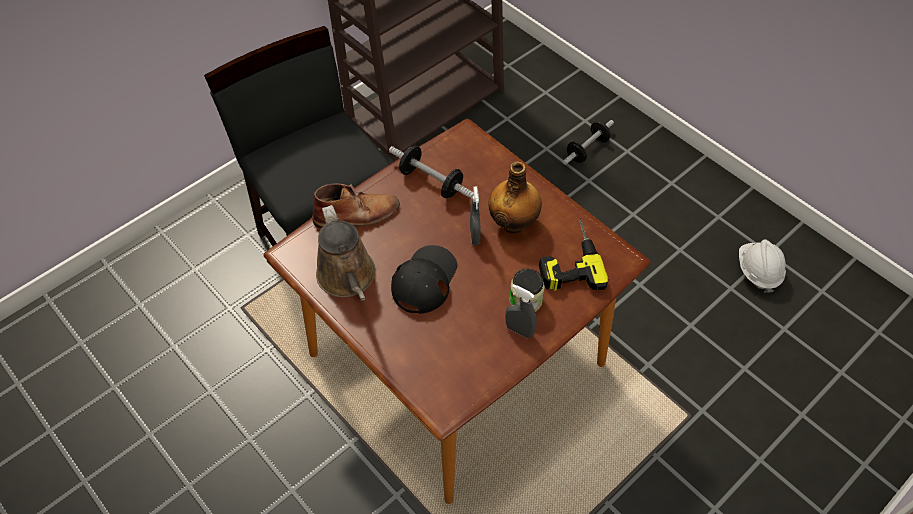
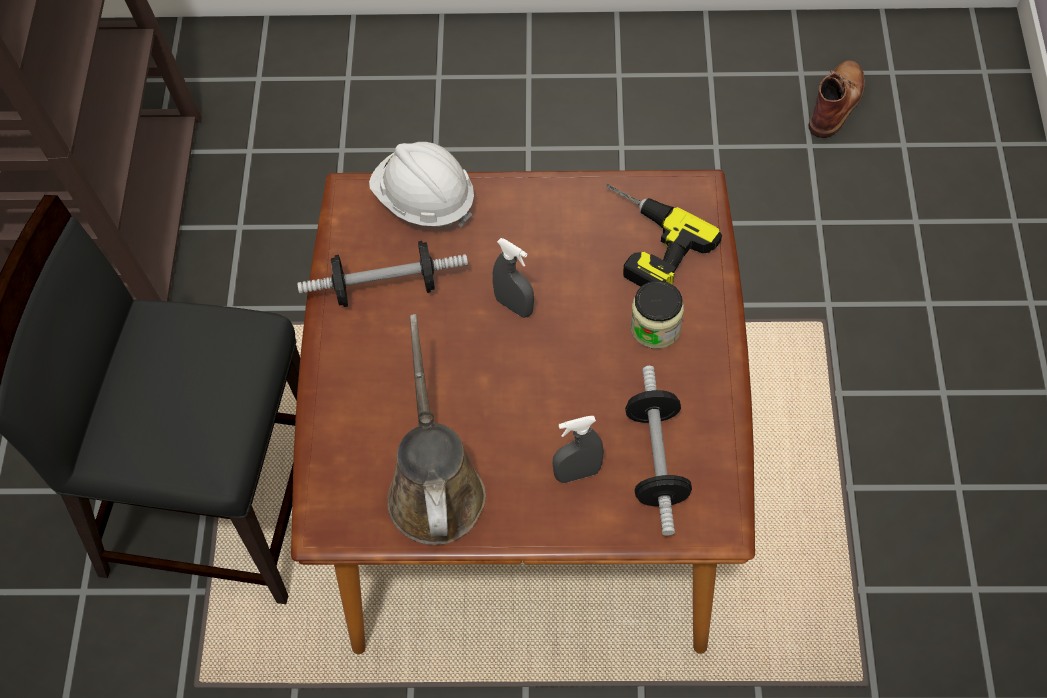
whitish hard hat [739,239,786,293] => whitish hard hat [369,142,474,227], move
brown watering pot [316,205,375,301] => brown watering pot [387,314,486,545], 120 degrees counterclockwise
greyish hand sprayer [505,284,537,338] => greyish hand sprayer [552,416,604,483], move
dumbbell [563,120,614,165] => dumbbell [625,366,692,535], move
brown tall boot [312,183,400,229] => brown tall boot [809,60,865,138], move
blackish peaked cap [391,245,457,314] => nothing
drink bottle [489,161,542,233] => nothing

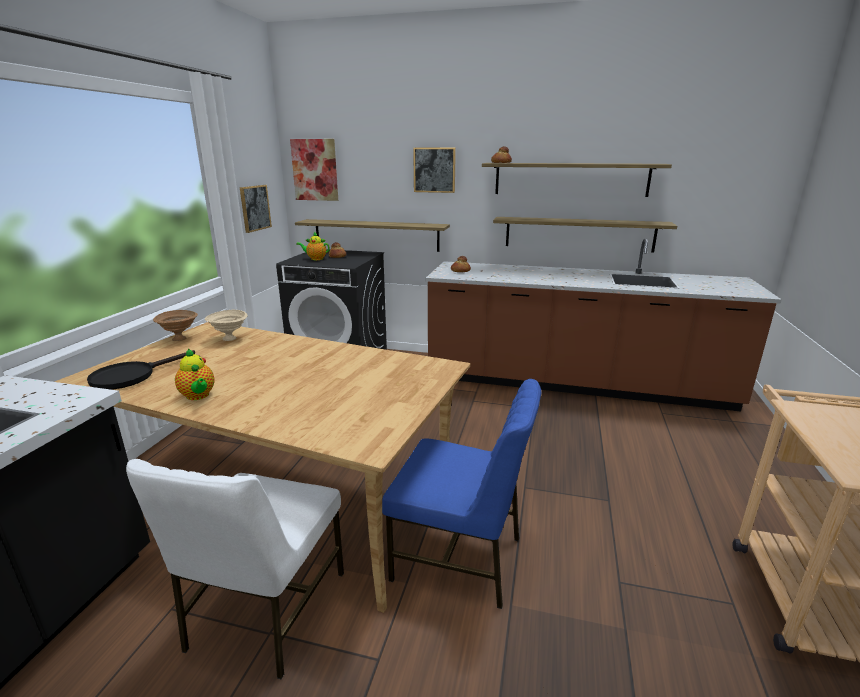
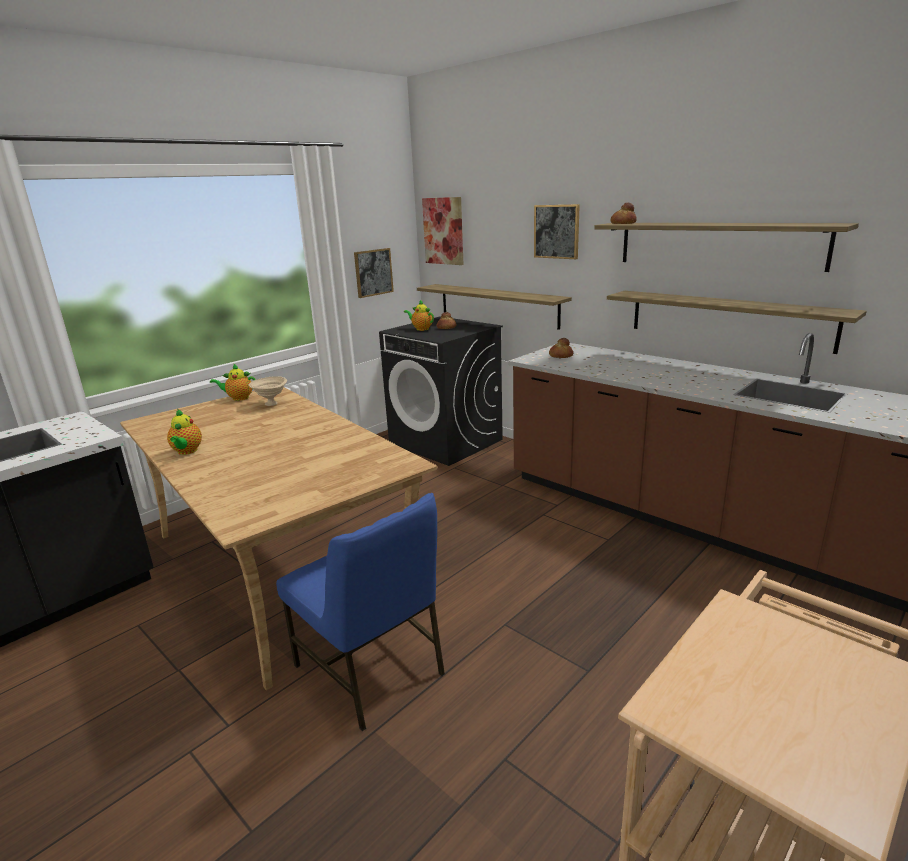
brown bowl [153,310,198,341] => pot for tea [210,363,256,401]
blackish skillet [87,350,195,390] => nothing
whitish chair [126,459,344,679] => nothing

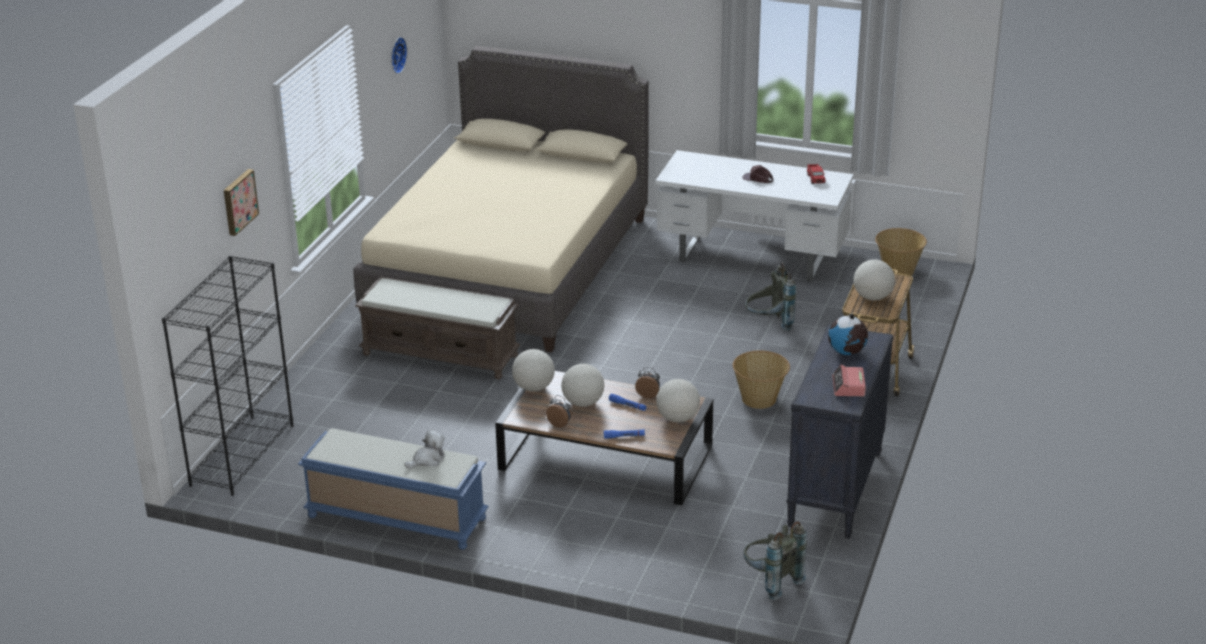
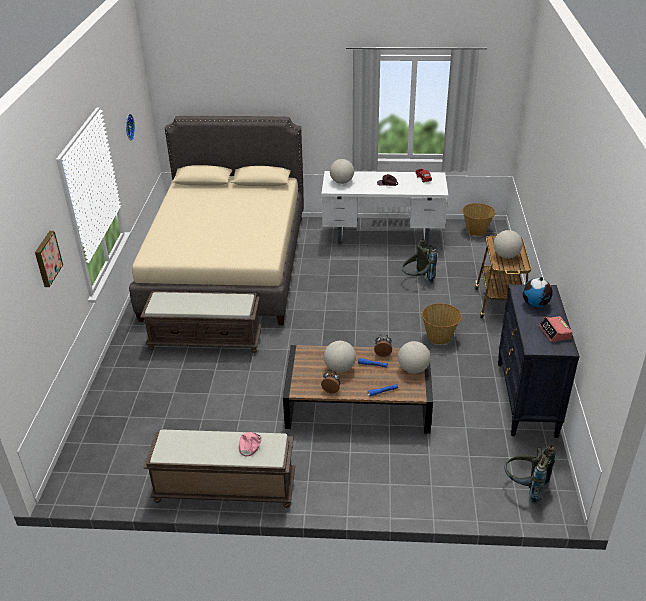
bluish bench [298,428,489,550] => brown bench [144,430,295,508]
plush toy [404,430,445,468] => pink peaked cap [239,432,262,457]
globe [512,349,555,392] => globe [330,159,354,184], move
blackish shelving unit [162,256,294,496] => nothing

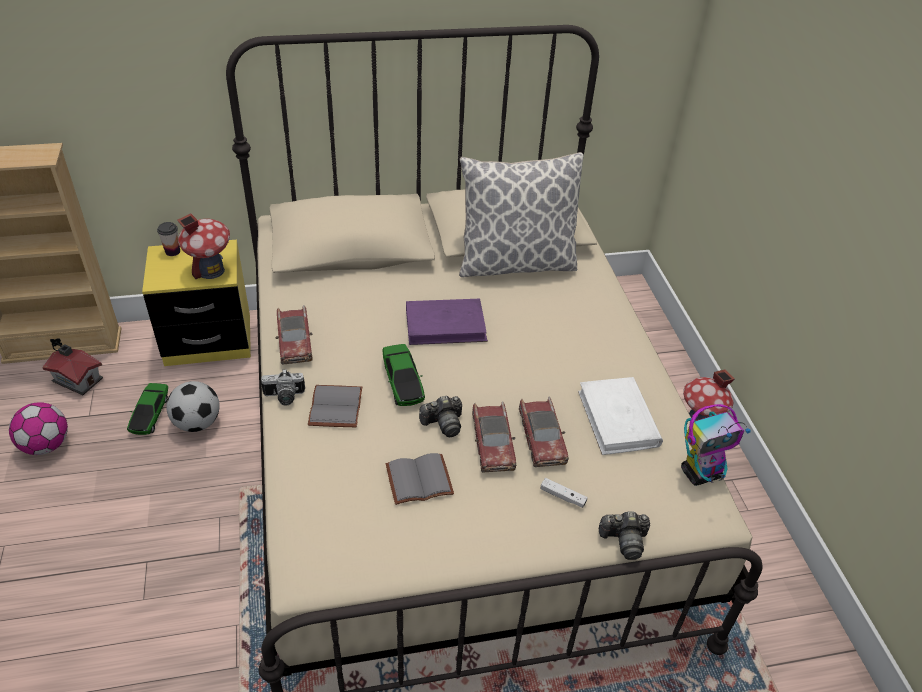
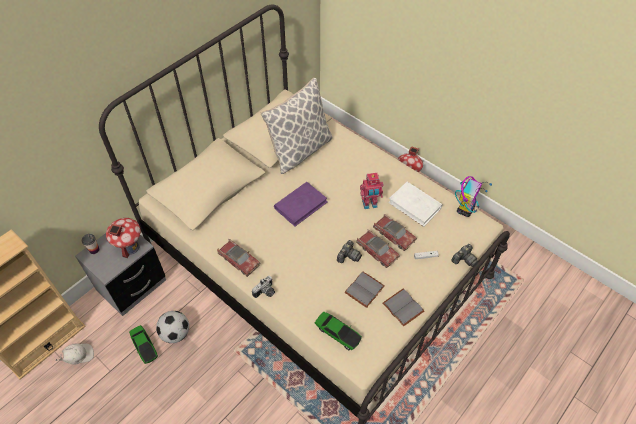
toy house [42,344,103,395] => whitish peaked cap [55,343,94,365]
yellow-coloured nightstand [142,240,251,366] => greyish nightstand [75,233,166,316]
toy car [382,344,425,406] => toy car [315,311,362,350], move
nothing => robot figure [360,173,383,209]
greyish bound book [308,385,362,427] => greyish bound book [382,289,424,327], move
football ball [9,402,68,455] => nothing

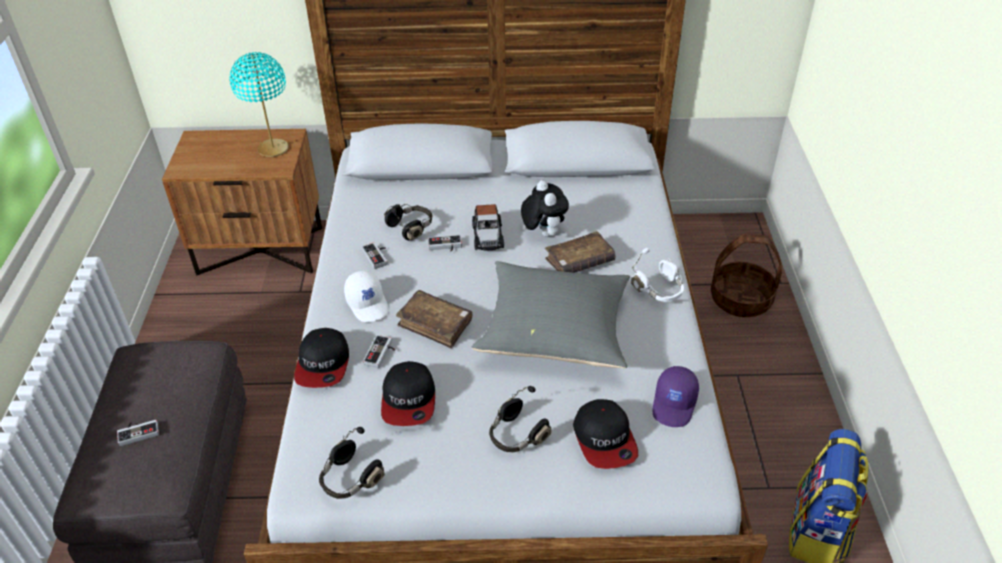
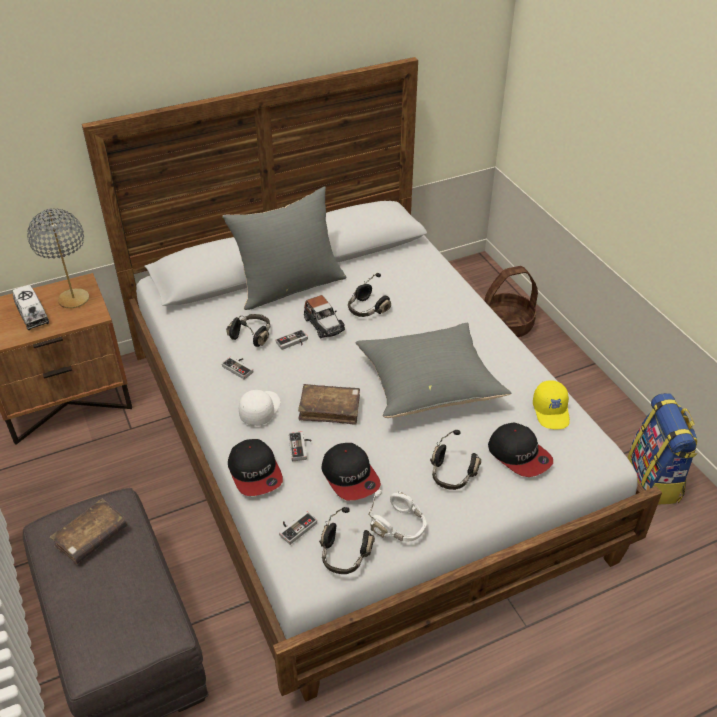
nothing => toy lorry [13,285,49,330]
blue-green tabletop lamp [230,52,289,157] => greyish tabletop lamp [27,208,89,308]
brown bound book [545,231,615,273] => brown bound book [50,499,127,564], move
nothing => greyish pillow [222,186,346,310]
whitish peaked cap [344,271,389,322] => whitish peaked cap [239,390,281,426], 105 degrees counterclockwise
game controller [117,420,159,446] => game controller [279,511,317,545], move
plush toy [521,180,569,237] => blackish pair of headphones [348,273,391,317]
whitish pair of headphones [631,248,684,302] => whitish pair of headphones [368,490,427,542], move
purple-coloured peaked cap [653,366,699,427] => yellow-coloured peaked cap [533,380,570,430]

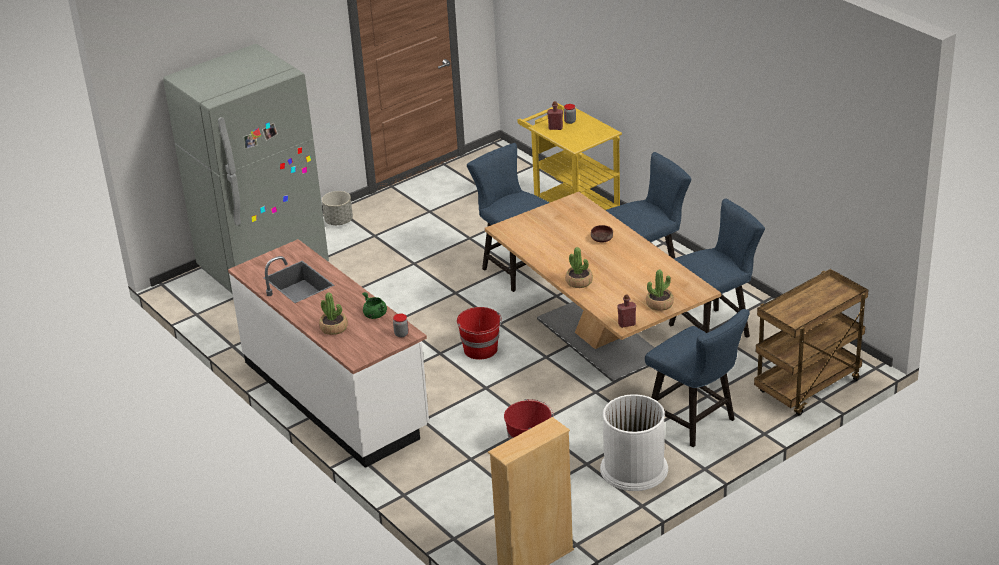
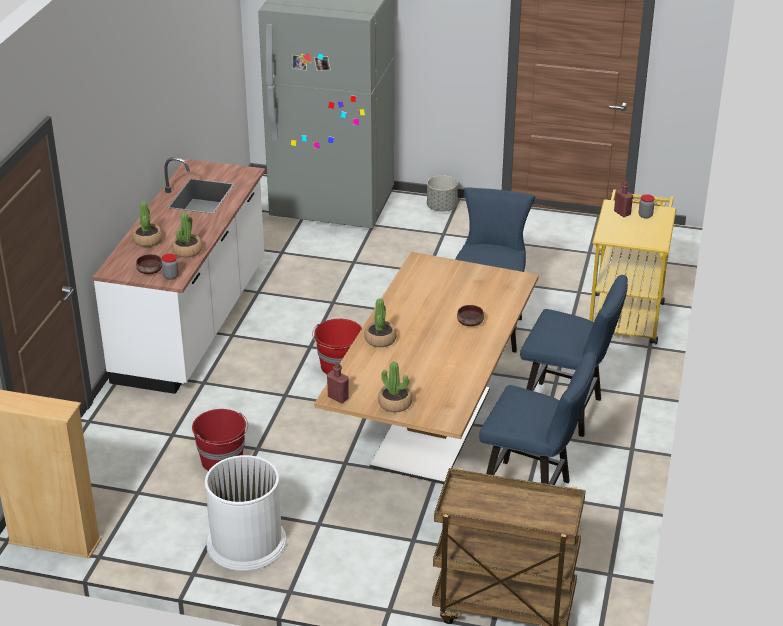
nothing => brown bowl [136,254,162,274]
greenish saucepot [362,292,387,319] => potted plant [172,212,202,258]
bluish chair [645,309,750,447] => nothing

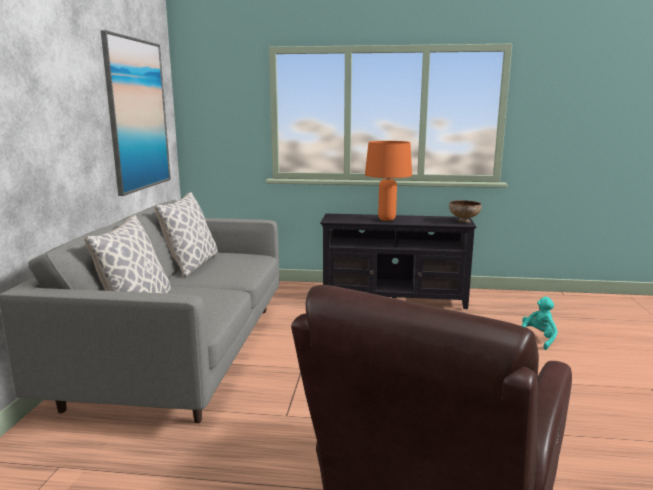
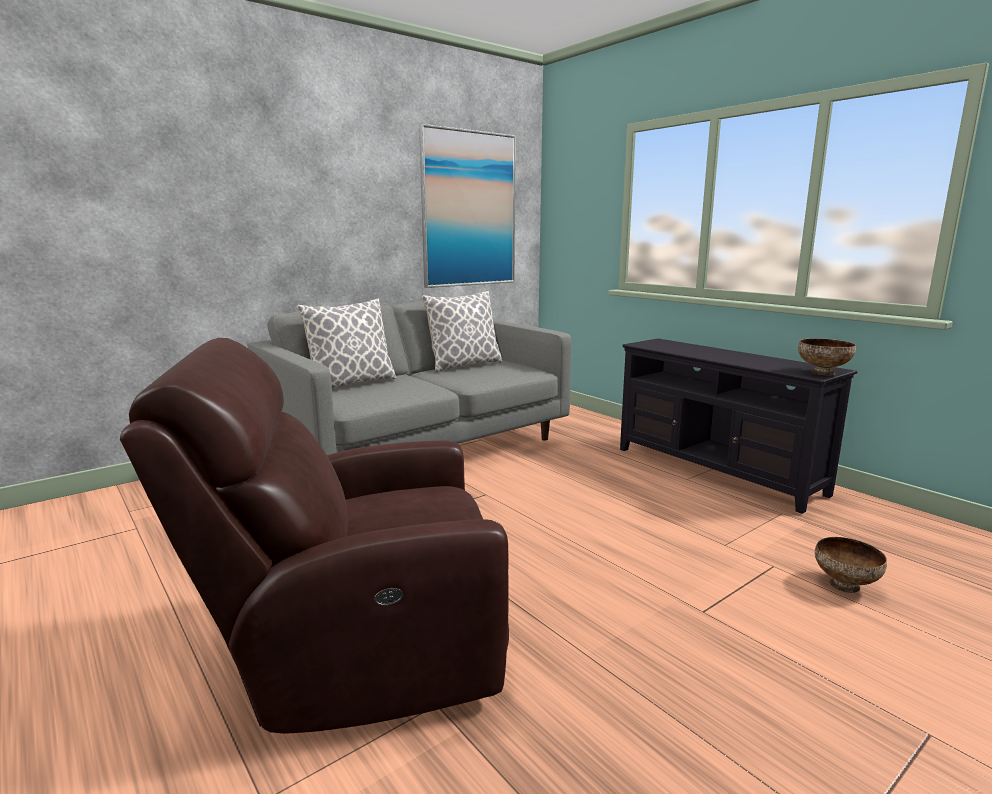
blue-green plush toy [522,297,558,350] => bowl [815,537,887,593]
orangey tabletop lamp [365,141,412,221] => nothing

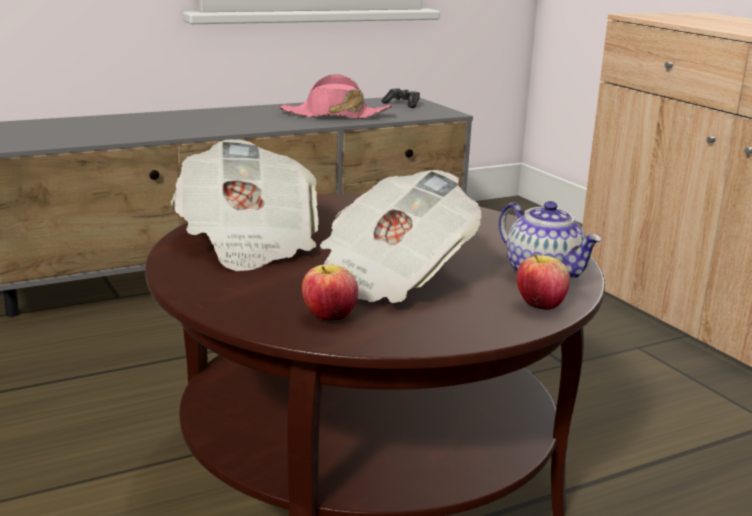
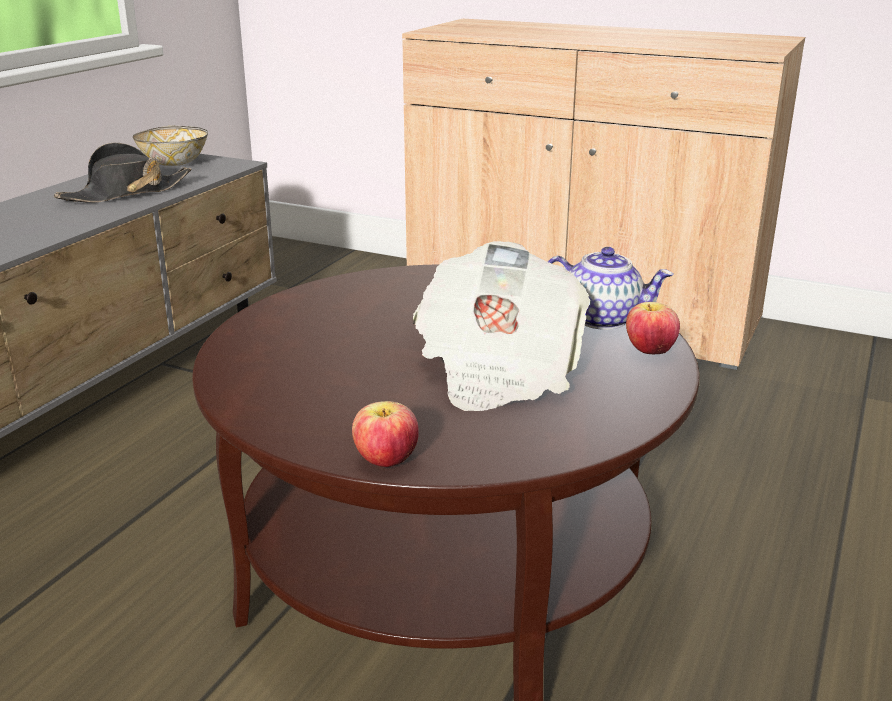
pink clothing hat [279,74,392,119] => blackish clothing hat [54,143,191,203]
game controller [382,88,420,108] => bowl [133,126,208,166]
apple fruit [302,264,358,321] => apple fruit [352,401,419,467], move
newspaper [171,139,319,271] => nothing

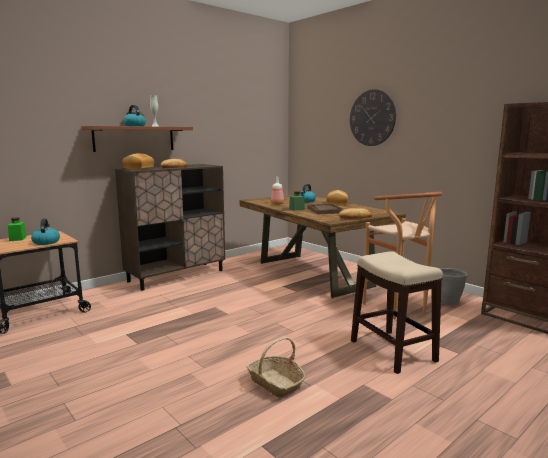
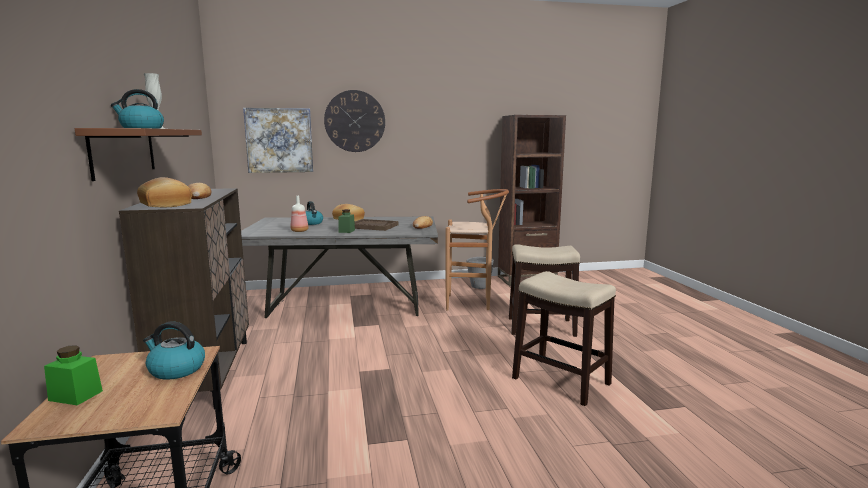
brown dinner table [239,195,406,298] => greyish dinner table [241,216,438,319]
nothing => wall art [243,108,313,173]
storage basket [246,337,305,398] => stool [512,271,616,406]

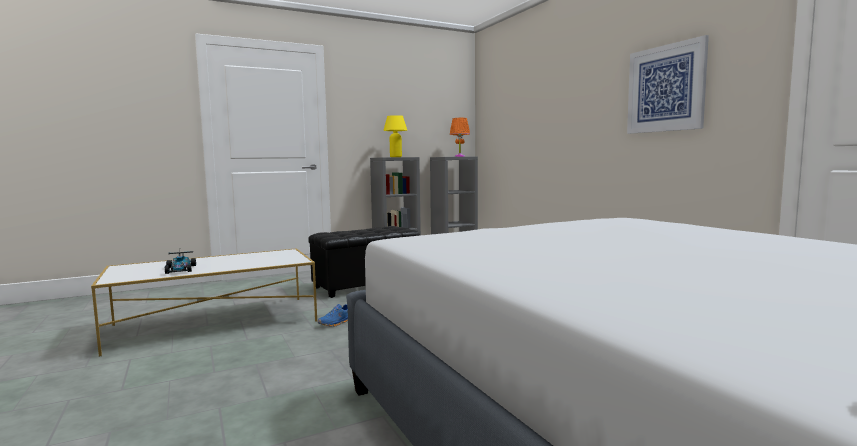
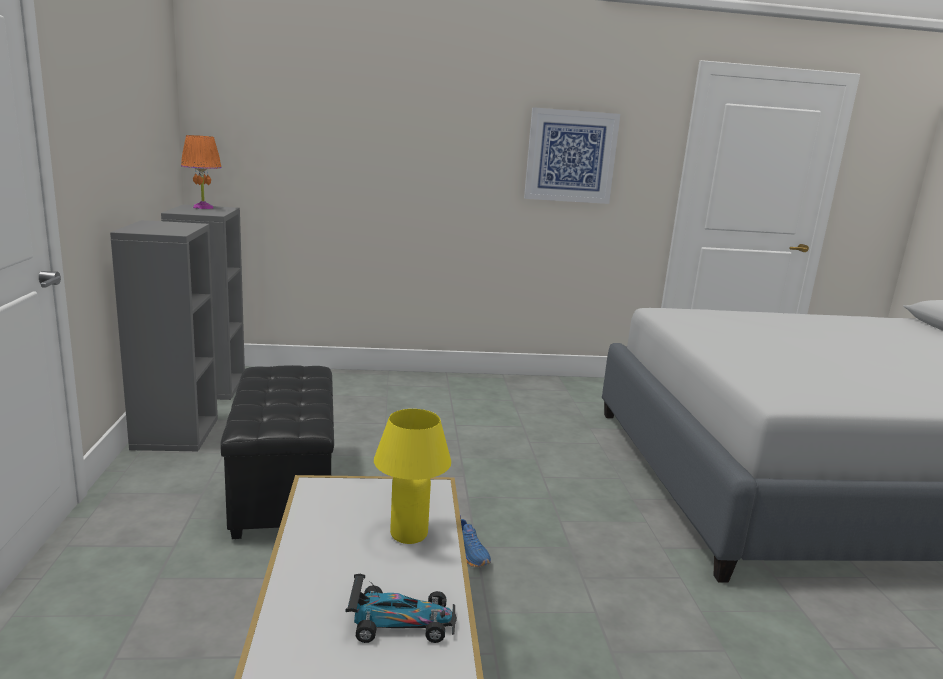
yellow-coloured tabletop lamp [383,115,407,157] => yellow-coloured tabletop lamp [374,409,451,544], move

